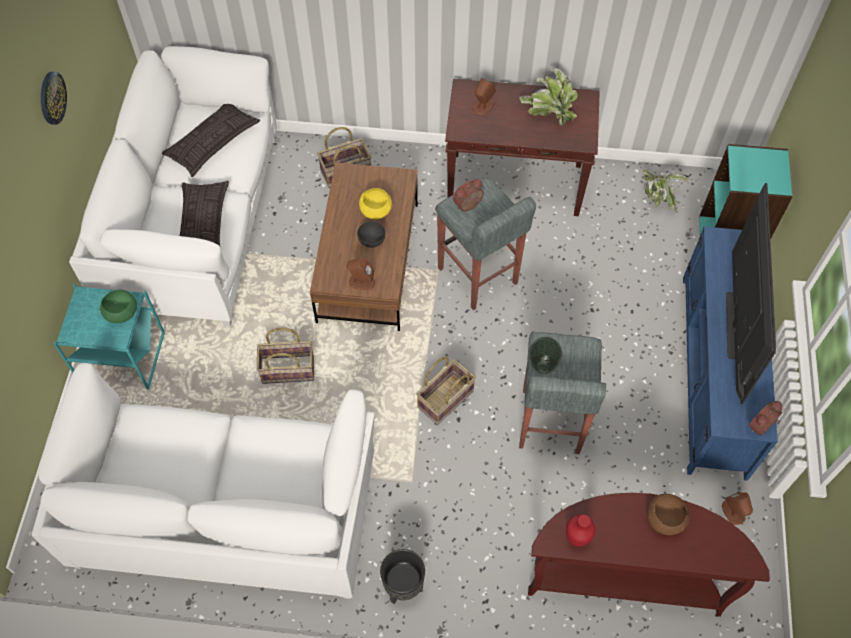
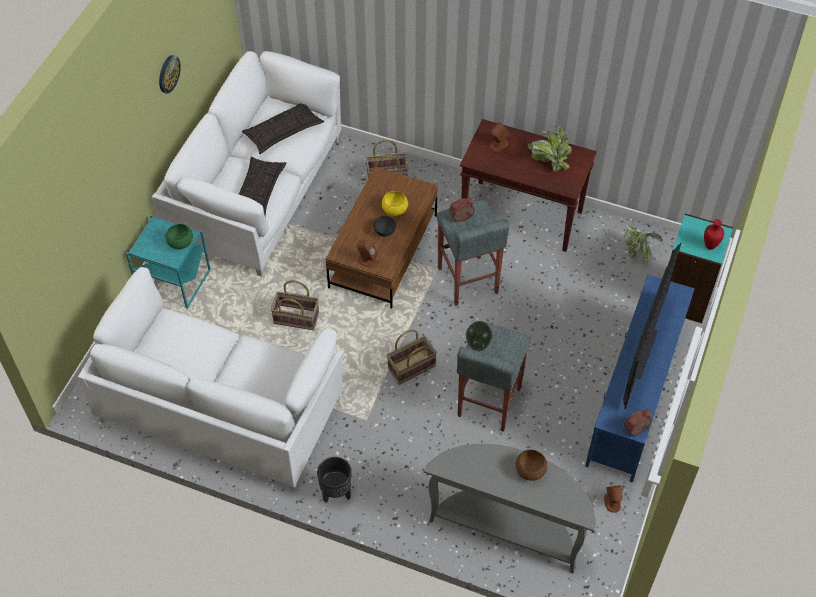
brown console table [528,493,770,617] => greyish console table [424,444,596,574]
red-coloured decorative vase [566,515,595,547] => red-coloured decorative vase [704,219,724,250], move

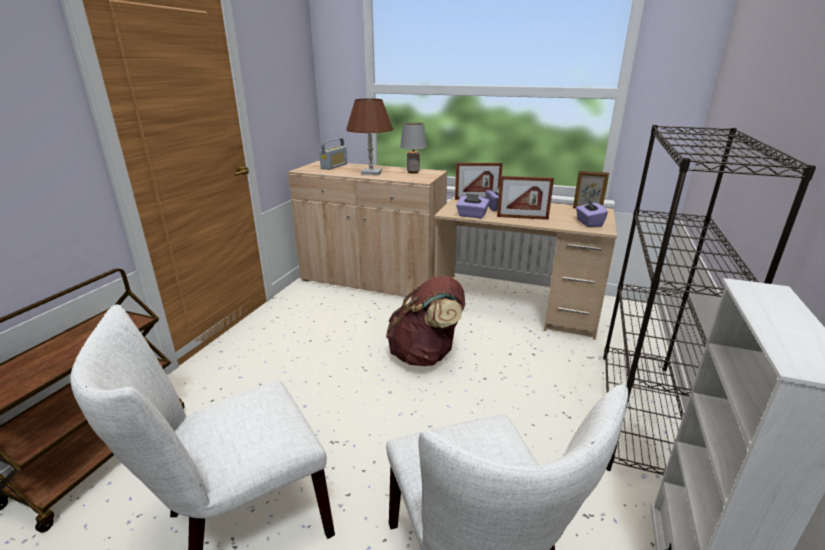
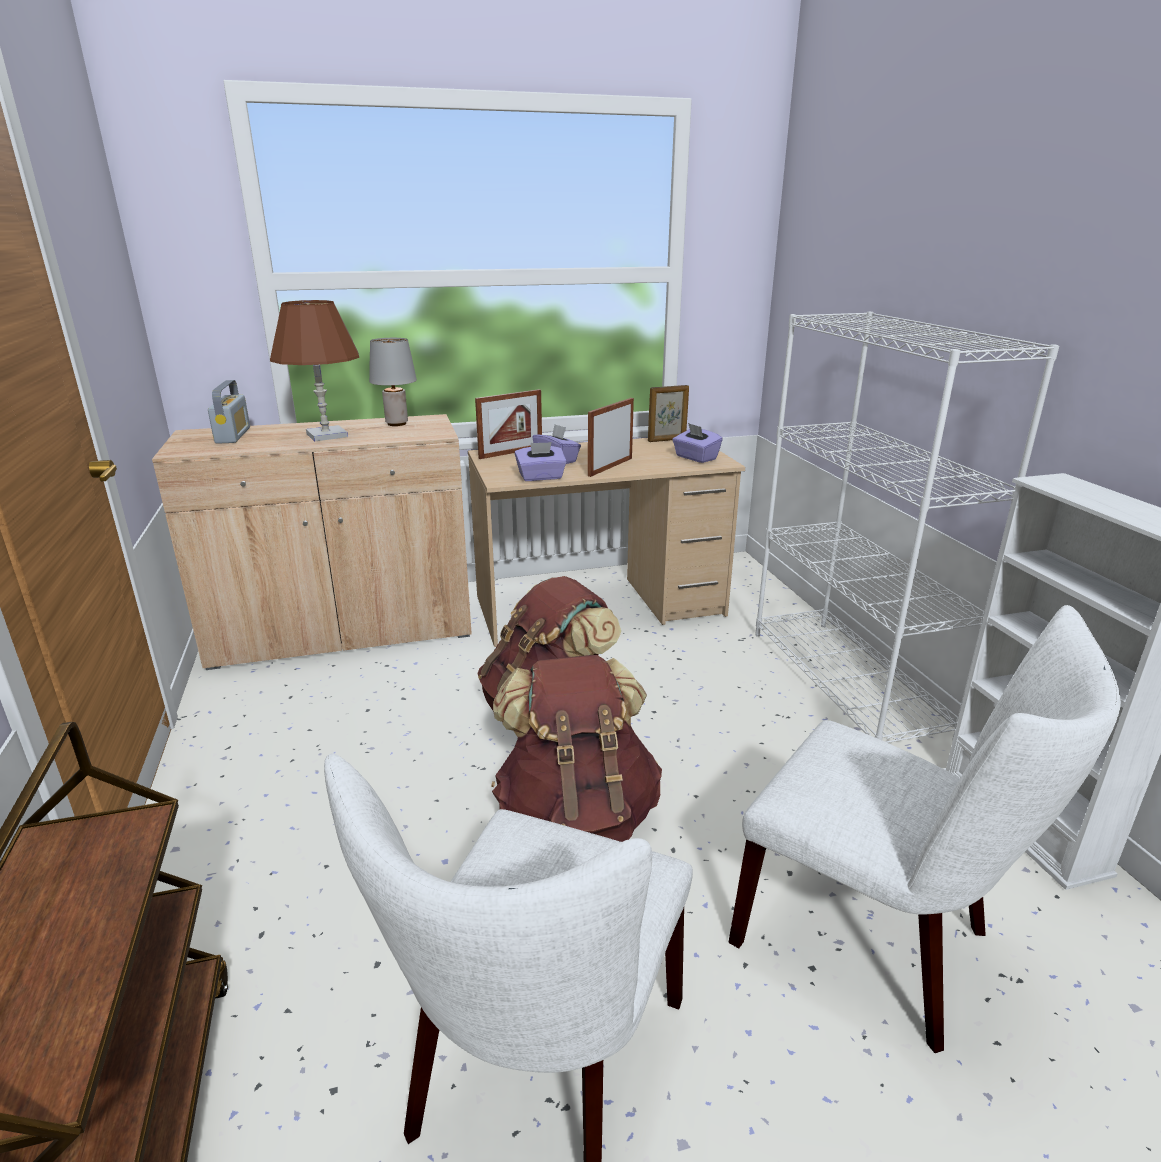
nothing => brown rucksack [491,655,662,842]
photo frame [497,176,554,220] => photo frame [588,398,634,477], 150 degrees clockwise
blackish shelving unit [603,125,816,475] => whitish shelving unit [755,312,1059,743]

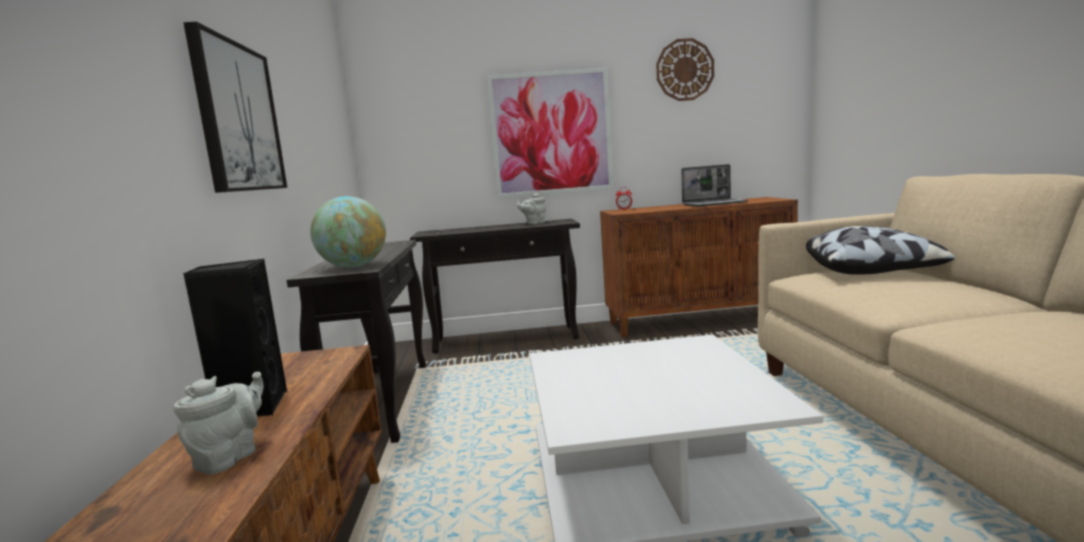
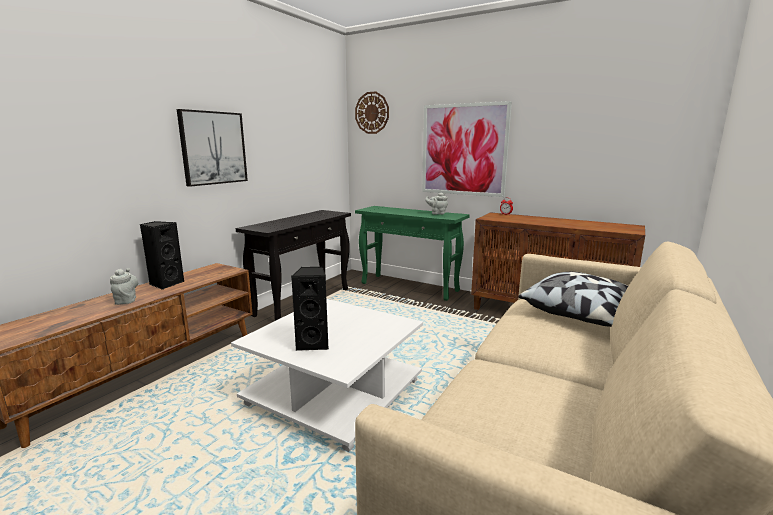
greyish pot for tea [173,372,264,474] => greyish pot for tea [110,268,138,305], 75 degrees counterclockwise
nothing => blackish speaker [291,267,329,351]
hanging clock [656,38,714,101] => hanging clock [355,91,389,134], move
blackish console table [410,219,580,354] => greenish console table [355,206,470,301]
globe [310,196,386,268] => nothing
portable computer [681,164,748,207] => nothing

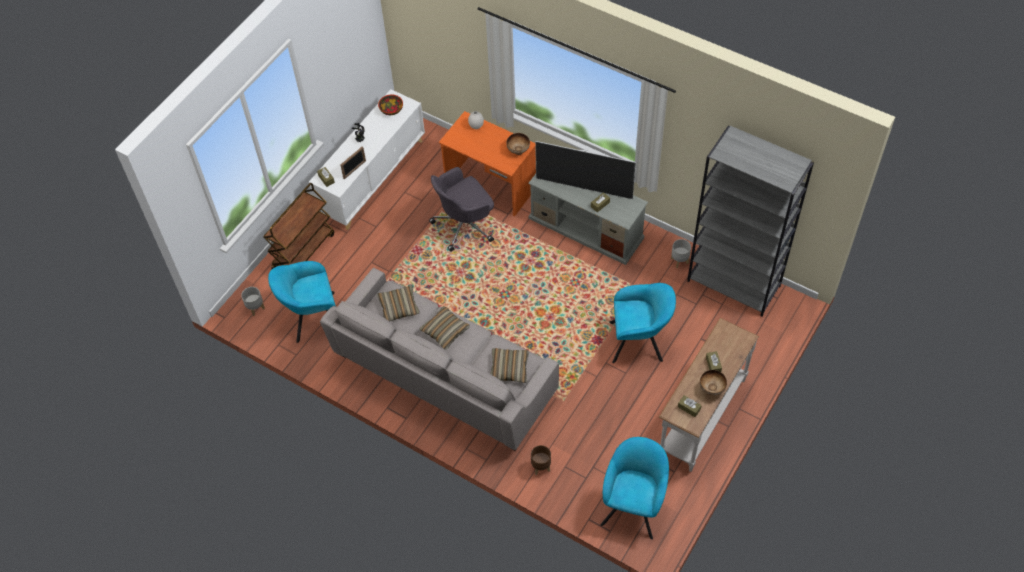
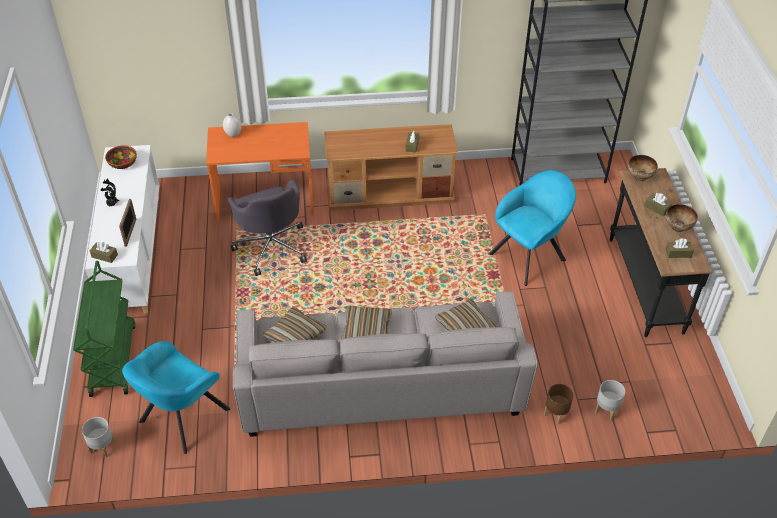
brown wheeled cart [263,183,334,269] => greenish wheeled cart [73,261,136,397]
greyish computer chair [429,167,494,252] => greyish computer chair [227,179,307,276], 45 degrees counterclockwise
greyish media console [528,174,648,265] => brown media console [324,124,458,211]
greyish flower pot [671,239,691,268] => greyish flower pot [595,380,625,420], move
whitish console table [659,318,759,472] => blackish console table [610,168,712,337]
bowl [506,133,530,155] => bowl [628,155,658,182], move
TV set [535,141,636,199] => nothing
blue-green lounge chair [600,437,669,539] => nothing

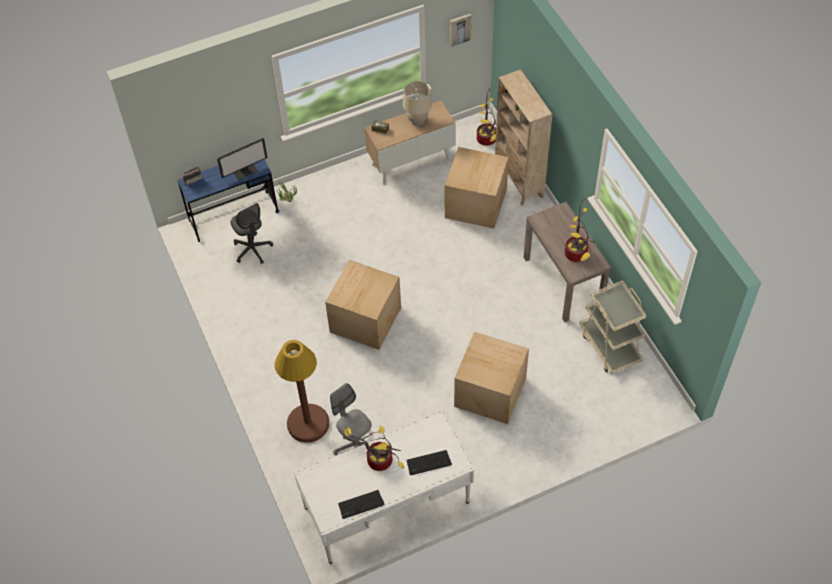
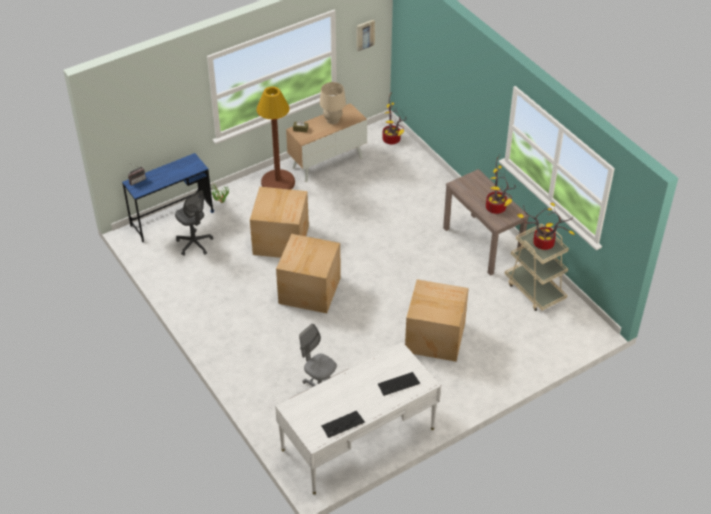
carton [445,147,509,229] => carton [250,187,309,258], move
brown standard lamp [275,340,329,443] => brown standard lamp [256,87,295,190], move
potted plant [345,426,404,471] => potted plant [517,203,574,250], move
computer display [217,138,268,180] => nothing
sand-coloured shelving unit [495,69,552,205] => nothing

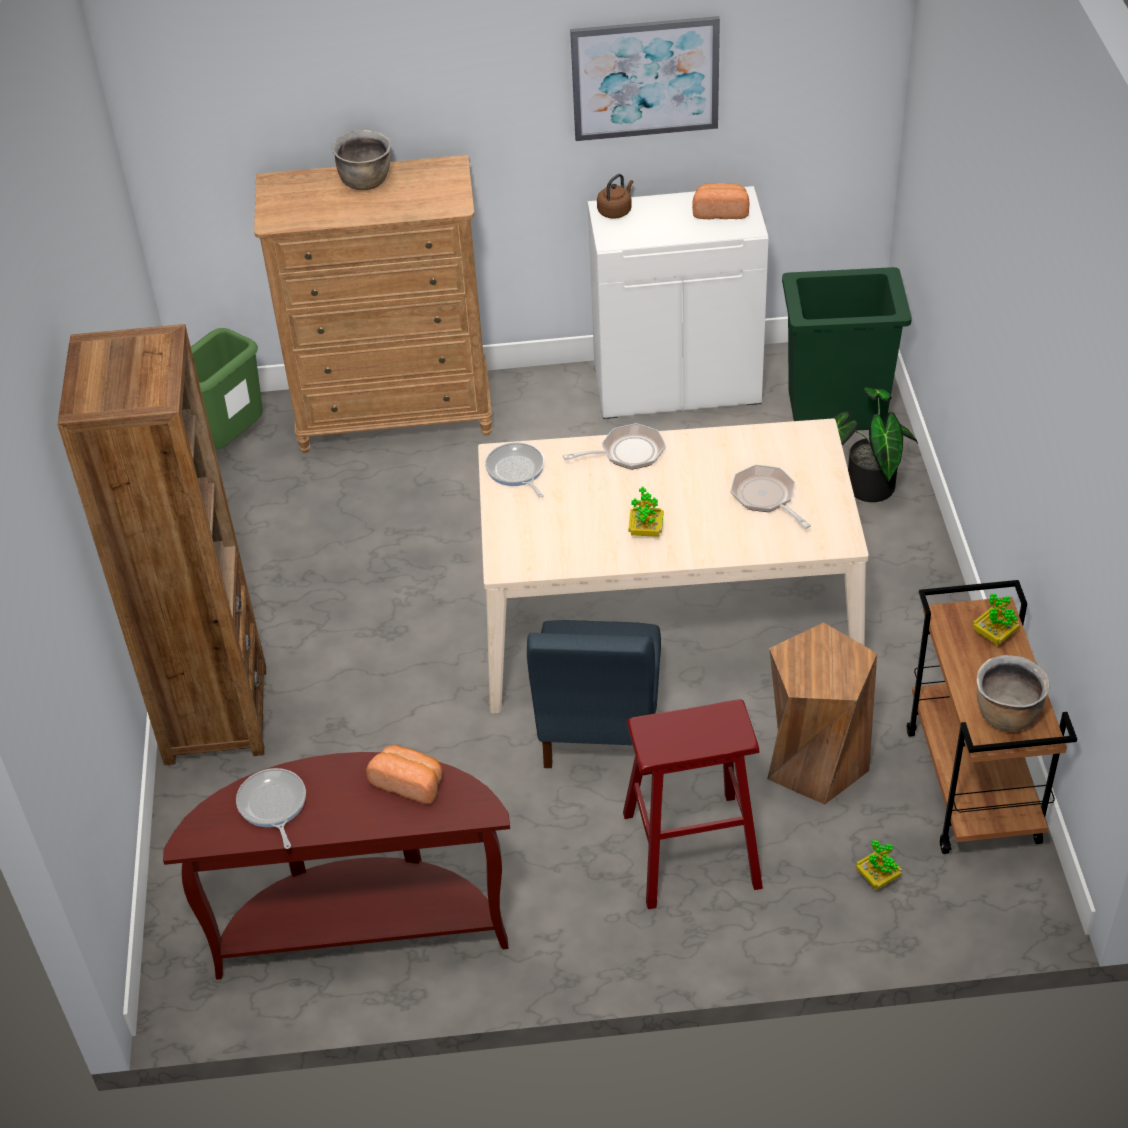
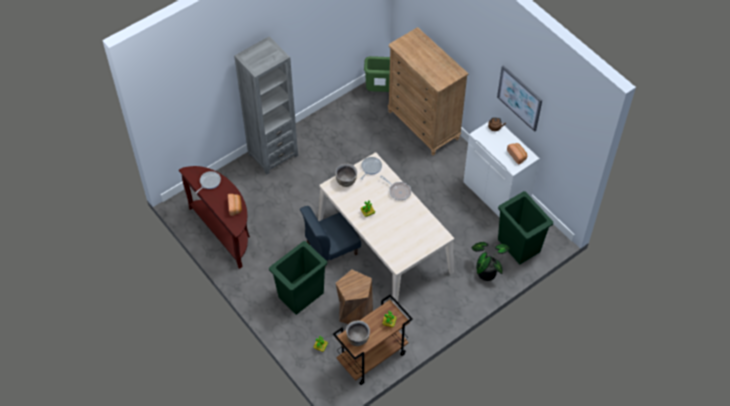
brown shelving unit [58,324,266,765] => greyish shelving unit [234,36,298,175]
red-coloured stool [623,699,763,909] => greenish trash can [269,241,327,315]
brown saucepot [332,130,391,190] => brown saucepot [335,163,357,187], move
skillet [730,465,811,529] => nothing

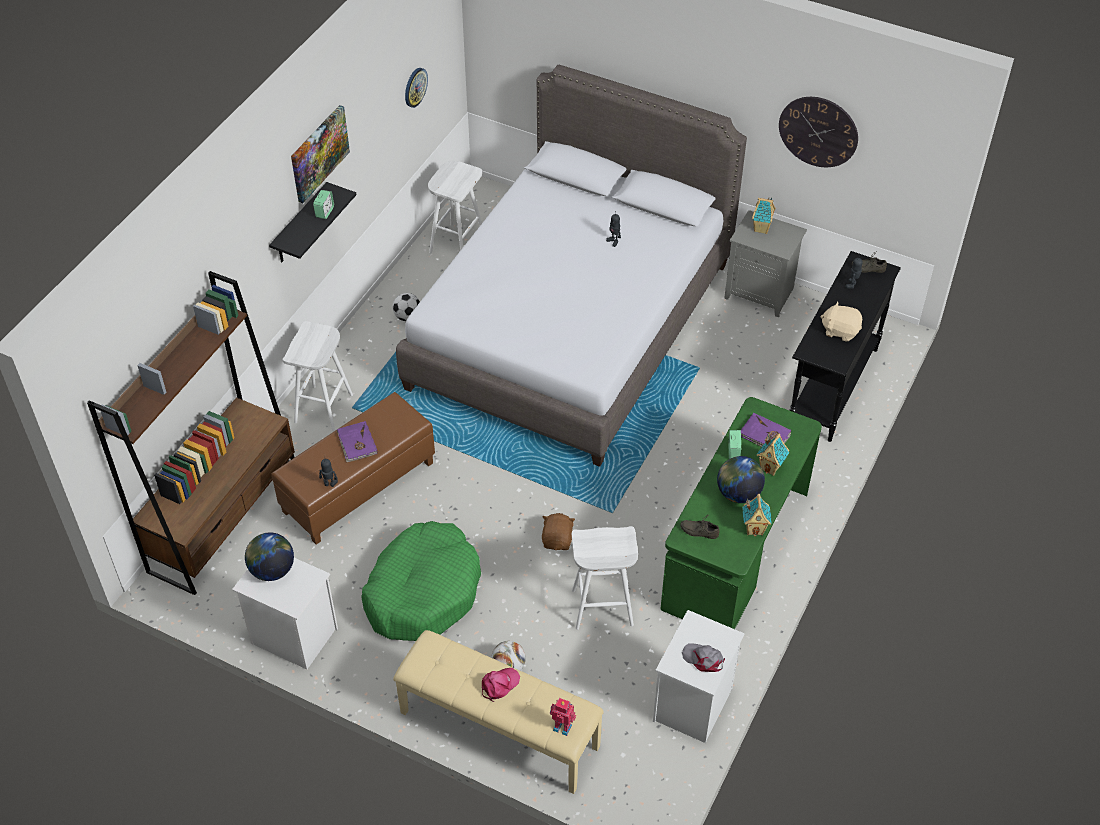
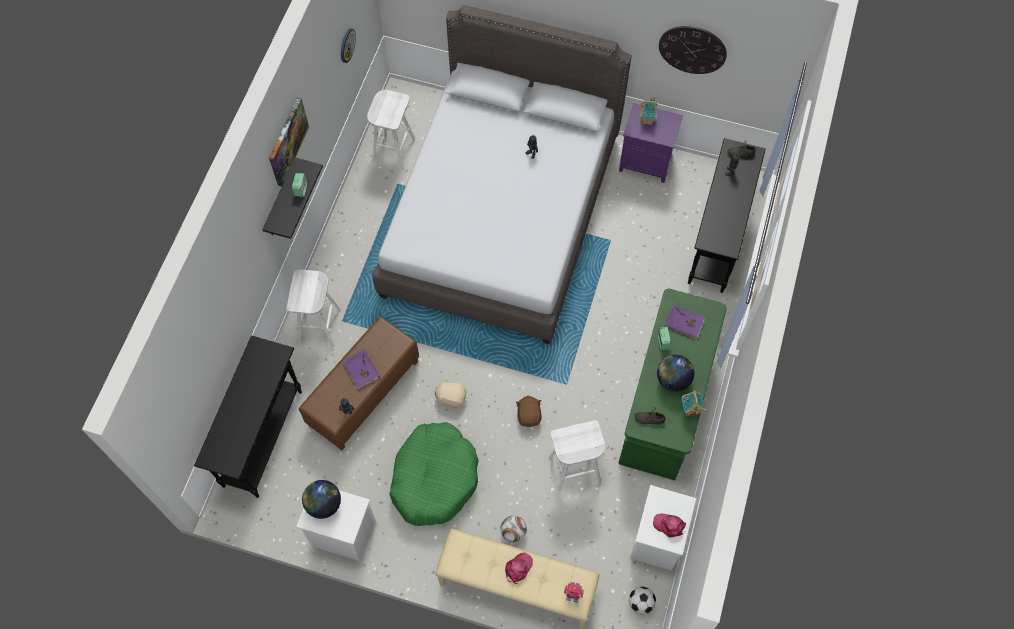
brown shelving unit [87,271,295,595] => blackish console table [194,335,302,498]
sand-coloured plush toy [820,301,862,342] => sand-coloured plush toy [434,379,467,408], move
greyish nightstand [724,210,807,318] => purple-coloured nightstand [619,103,683,183]
football ball [393,293,420,321] => football ball [629,587,656,615], move
greyish peaked cap [682,643,725,672] => pink peaked cap [653,513,686,538]
toy house [756,433,789,476] => nothing

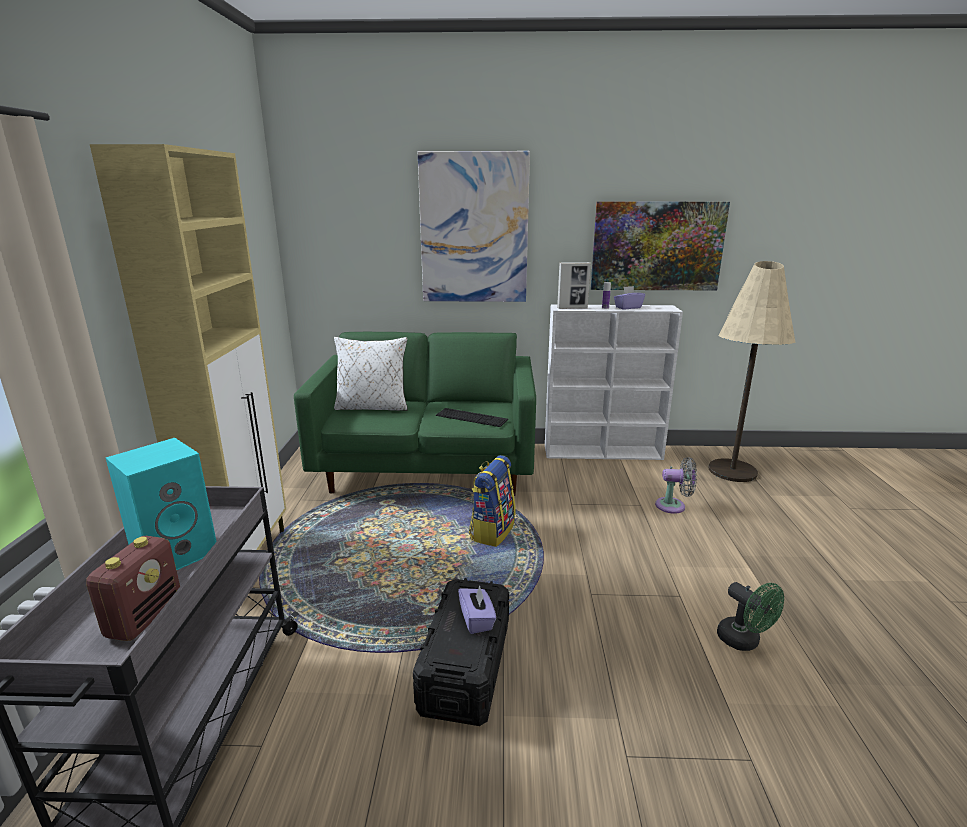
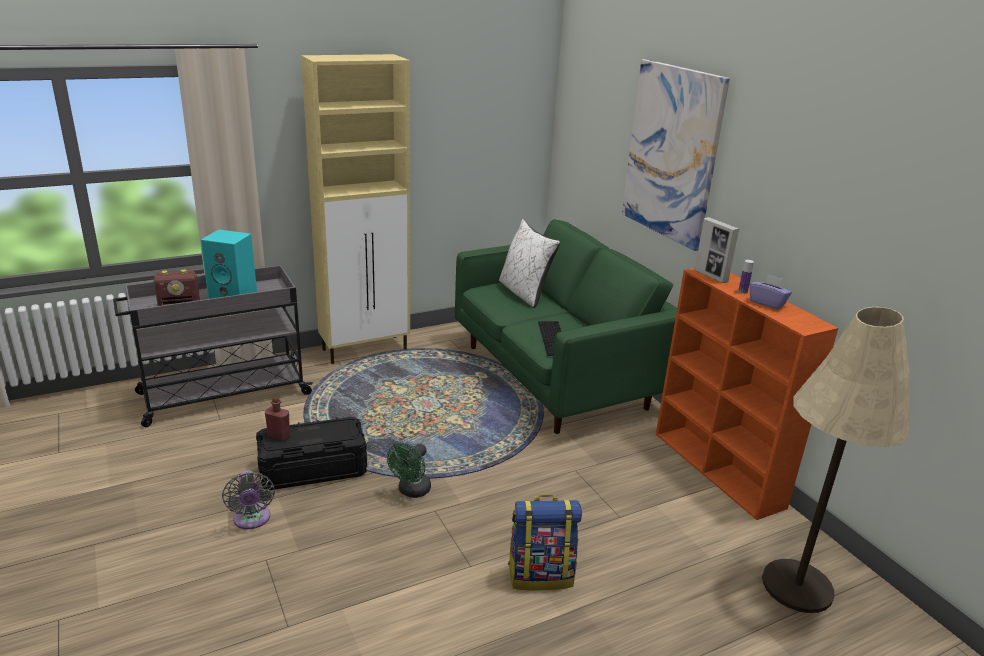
greyish electric fan [655,457,697,514] => greyish electric fan [222,470,275,529], move
nothing => red-coloured drink bottle [265,397,290,440]
greenish electric fan [717,582,784,651] => greenish electric fan [387,443,431,498], move
rucksack [469,455,516,547] => rucksack [508,495,582,590], move
whitish shelving unit [545,305,683,460] => orangey shelving unit [656,268,838,520]
purple-coloured tissue box [458,586,496,634] => nothing
wall art [591,202,730,290] => nothing

